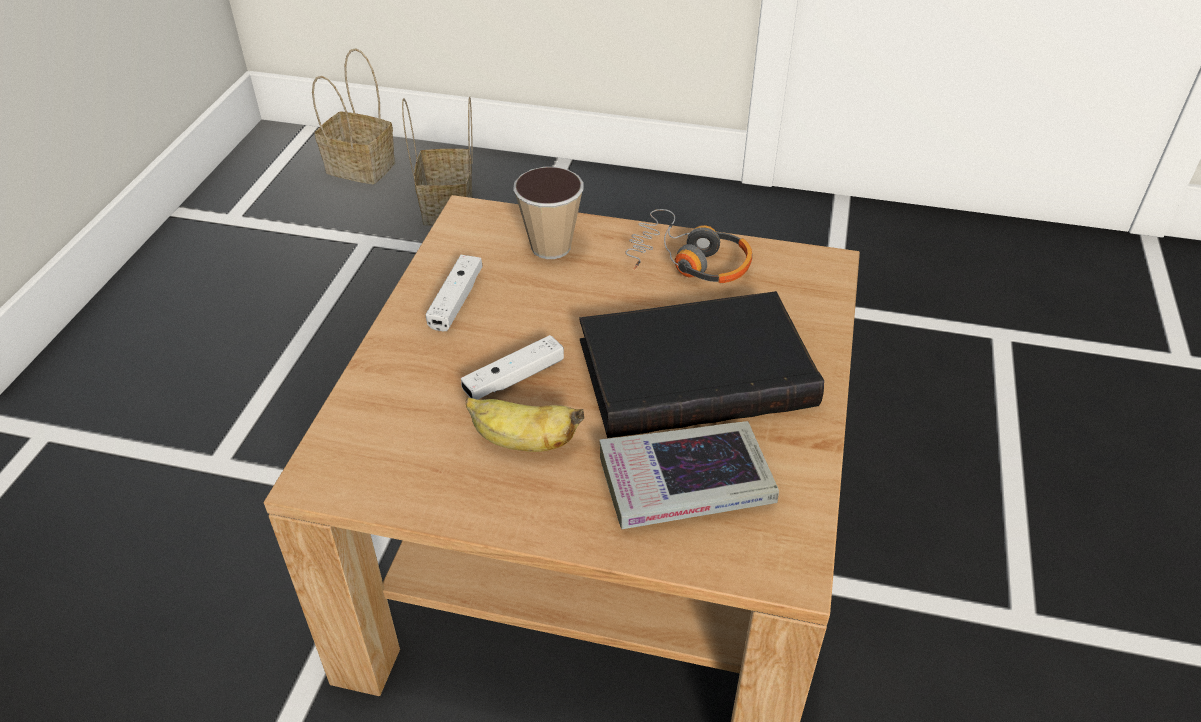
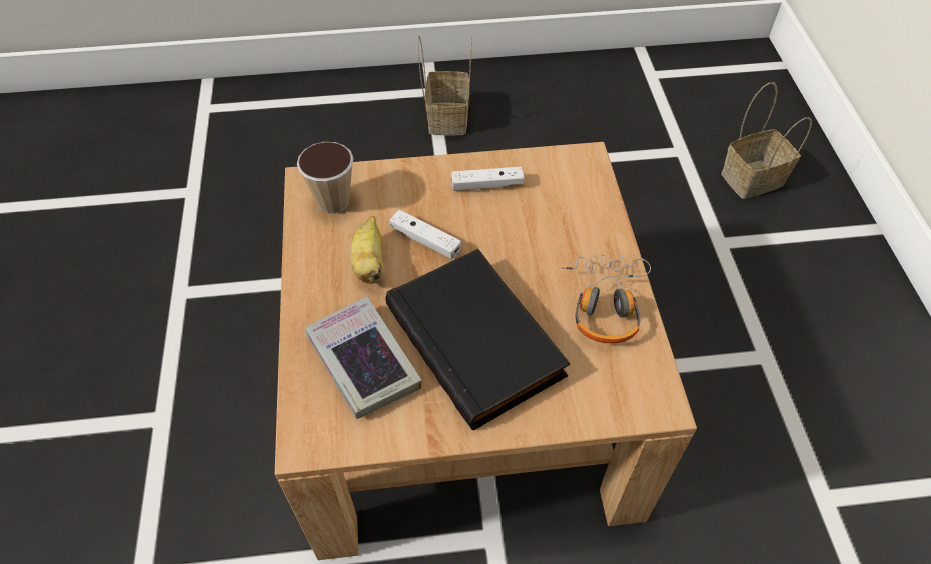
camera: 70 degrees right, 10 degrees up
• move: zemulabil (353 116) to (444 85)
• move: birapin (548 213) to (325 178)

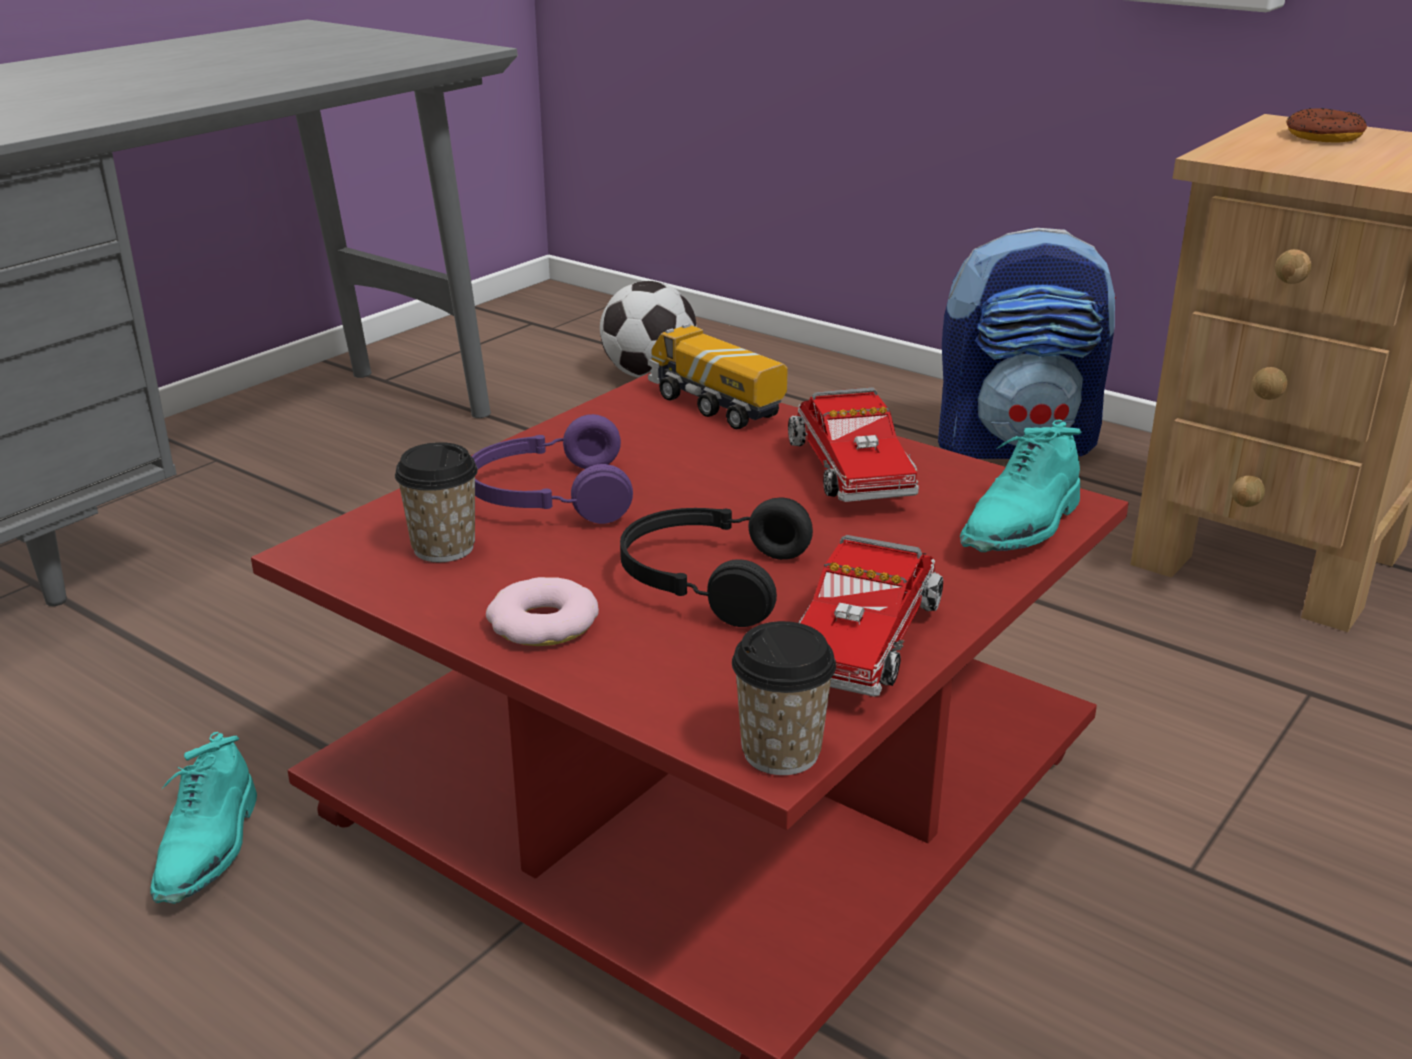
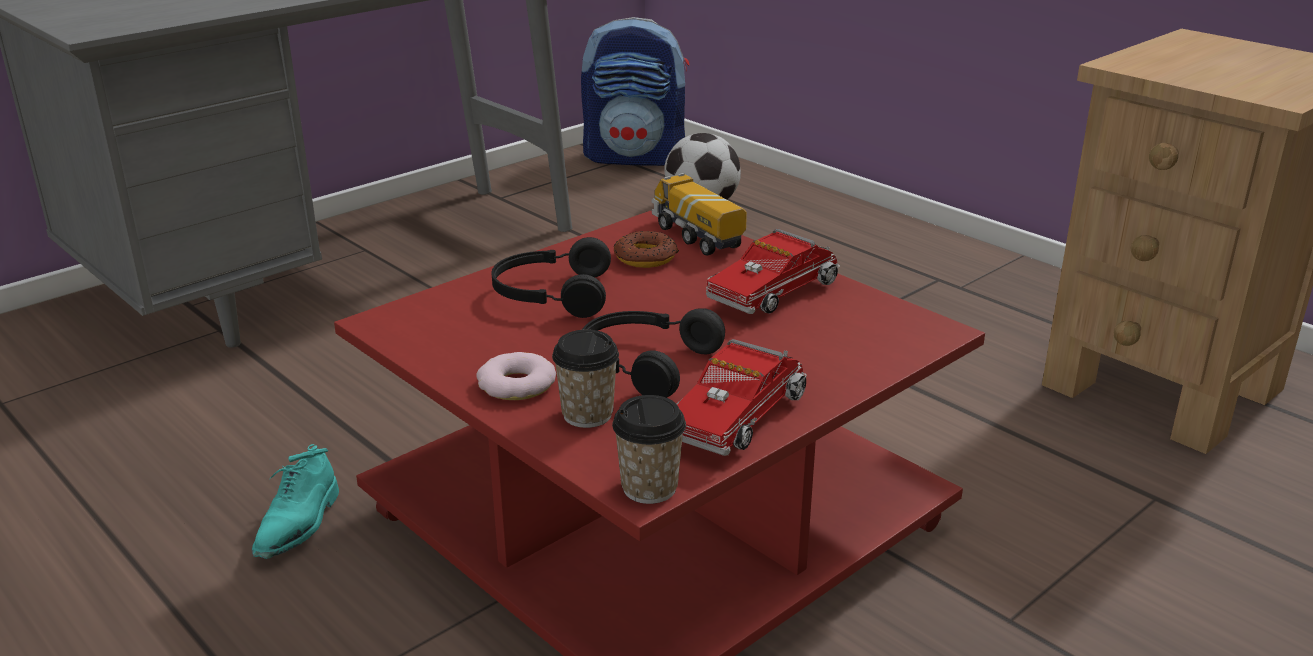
camera: 10 degrees right, 0 degrees up
• delete: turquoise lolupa (1020 485)
• move: birapin (436 502) to (585 378)
• move: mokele (1027 343) to (635 91)
• move: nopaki (1326 125) to (646 249)
• recolor: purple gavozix (552 469) to black gavozix (551 277)
• rotate: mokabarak (853 444) = (773 271) 45 degrees clockwise

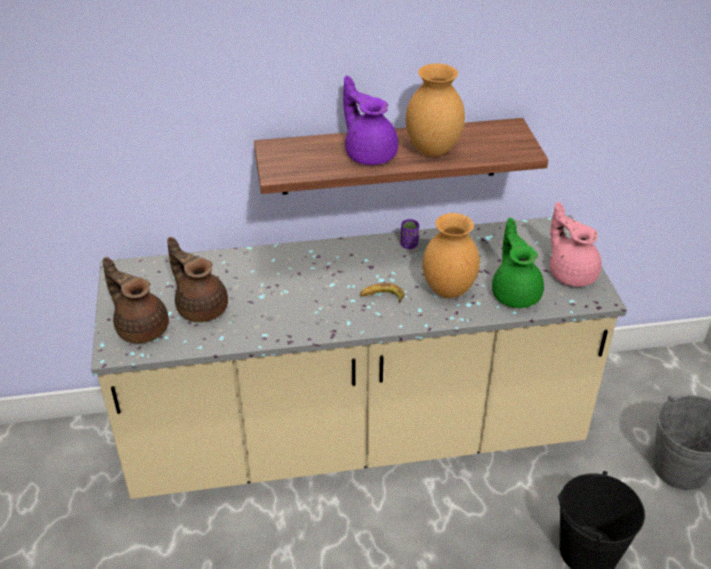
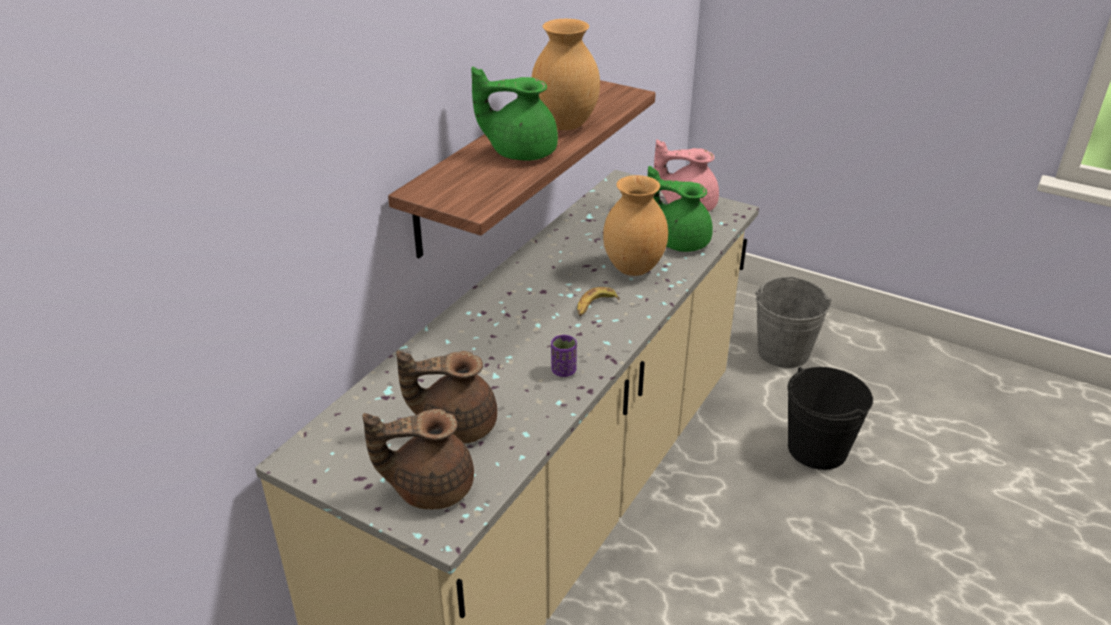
camera: 50 degrees left, 5 degrees down
• move: purple birapin (409 234) to (564 356)
• recolor: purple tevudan (370 120) to green tevudan (514 113)

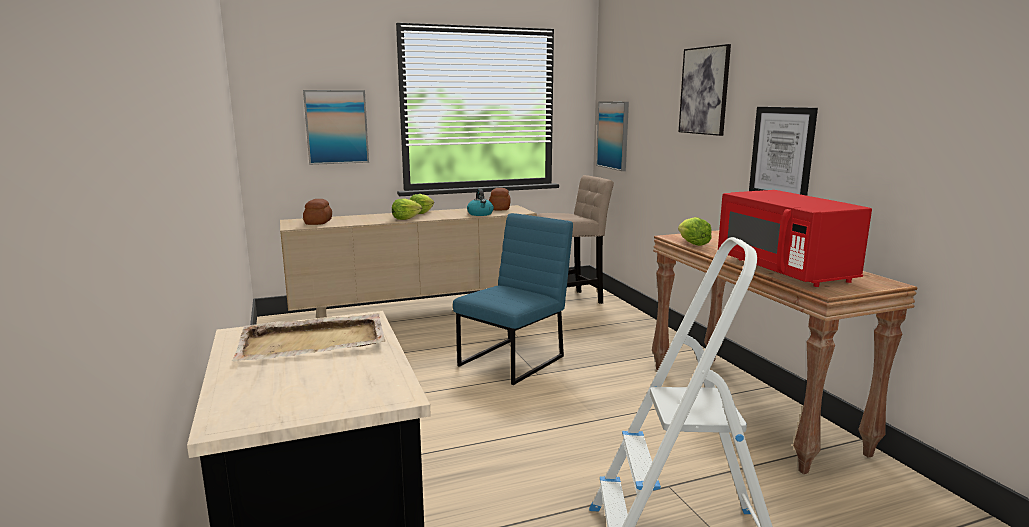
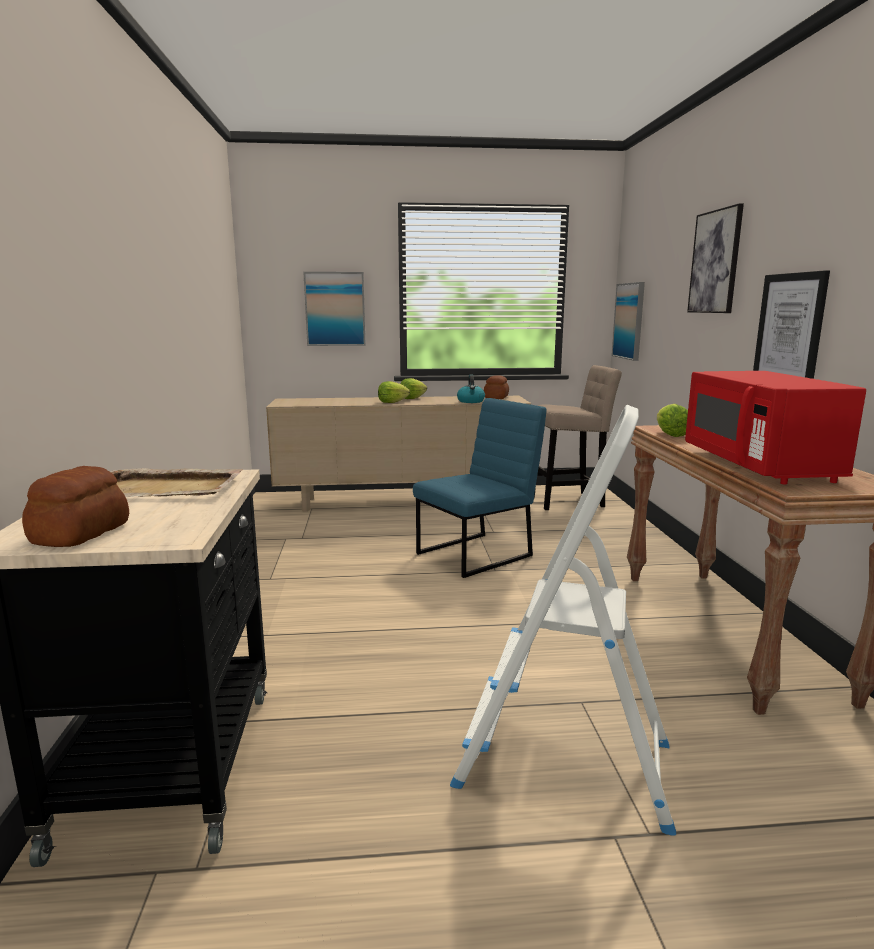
camera: 15 degrees right, 0 degrees up
• move: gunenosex (317 212) to (75 506)

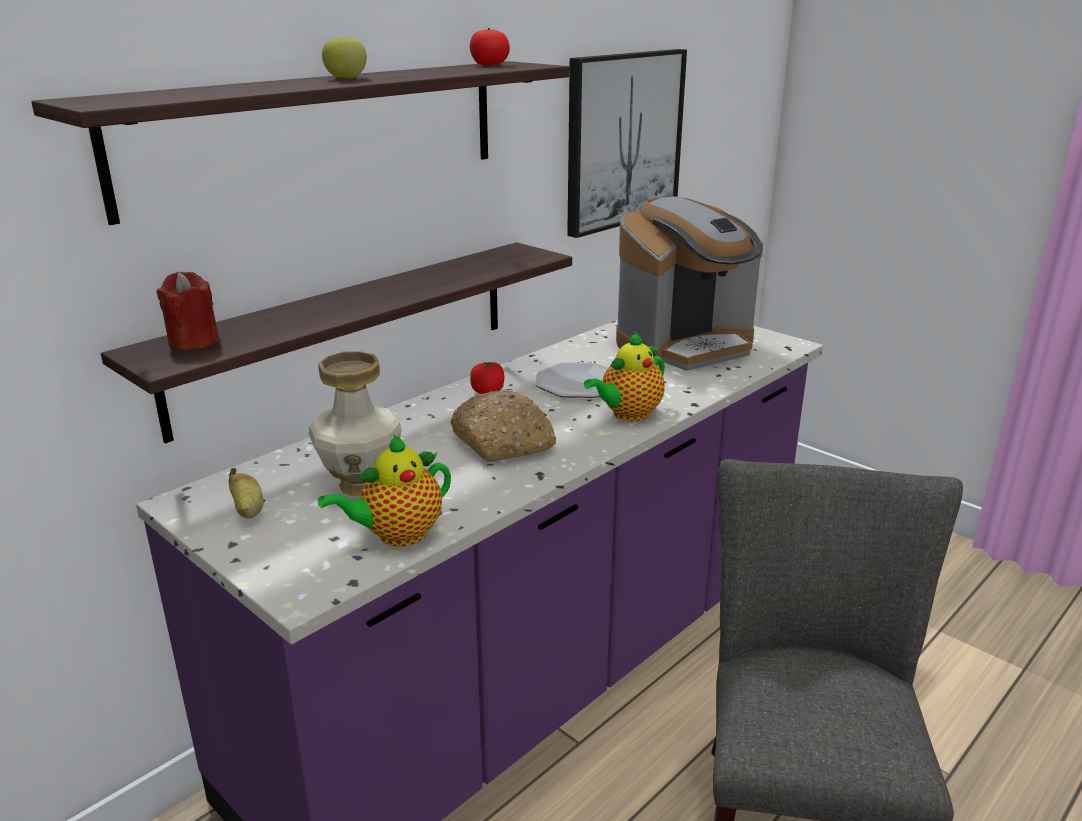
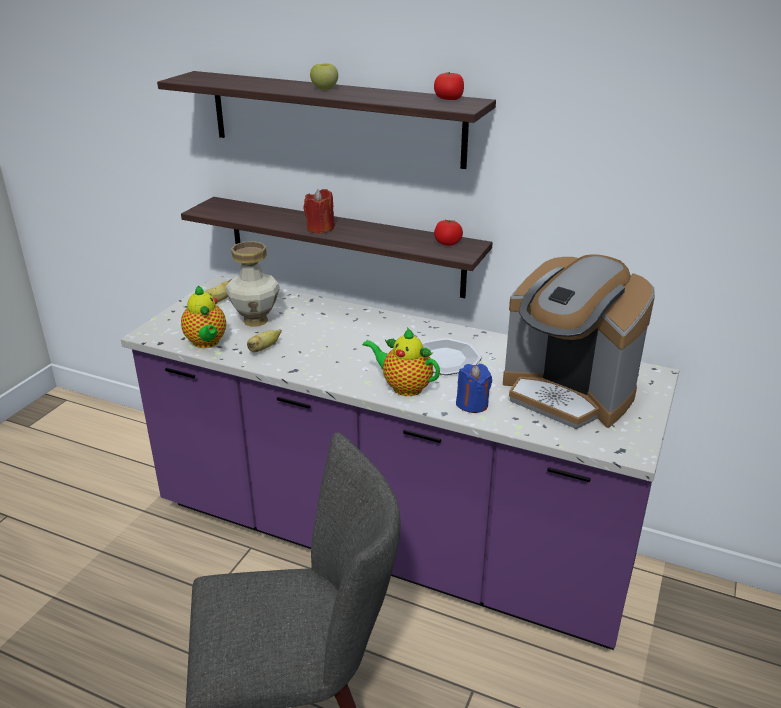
camera: 70 degrees right, 5 degrees up
• delete: gunenosex (503 426)
• delete: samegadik (627 143)
• insert: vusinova (264 341)
• insert: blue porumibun (474 388)
• move: red porumibun (188 311) to (319 211)
• move: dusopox (487 377) to (448 233)
• rotate: tevudan (384 490) = (203 316) 150 degrees counterclockwise

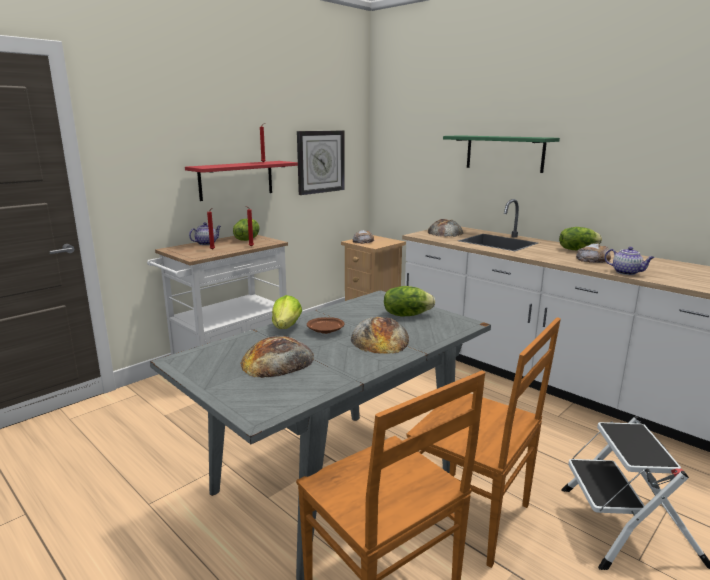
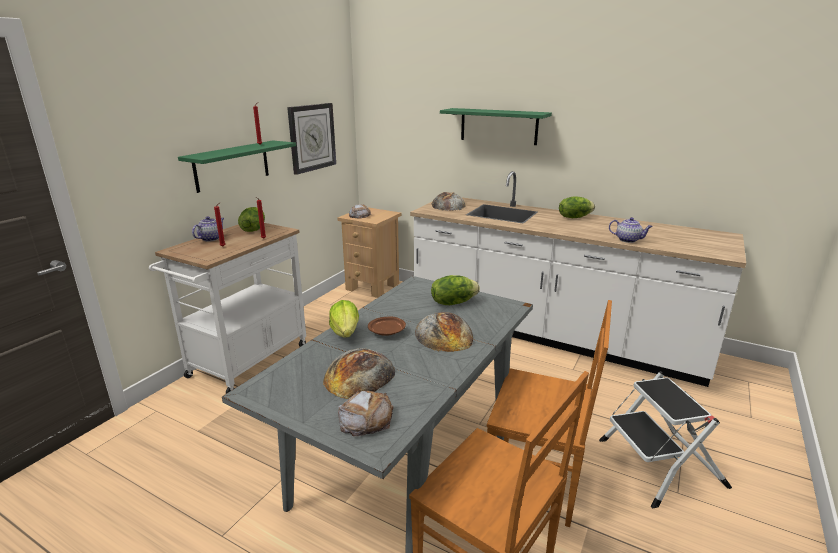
camera: 15 degrees left, 5 degrees up
• move: gunenosex (593 253) to (365 414)
• recolor: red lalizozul (241 181) to green lalizozul (237 167)

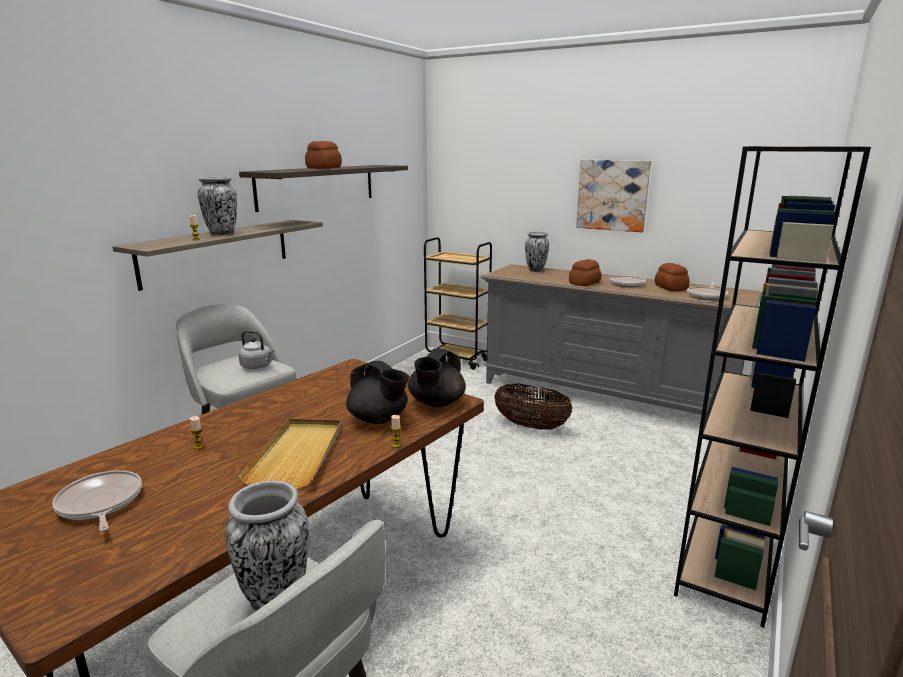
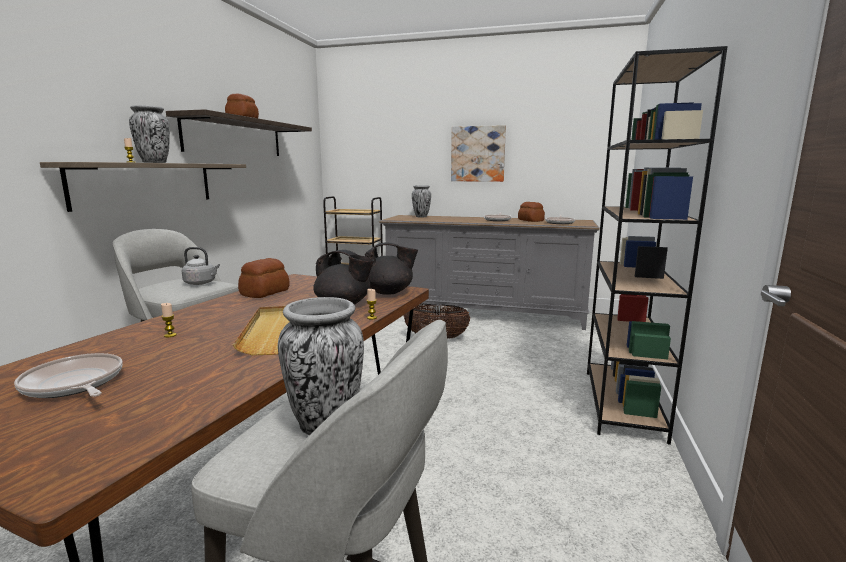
camera: 15 degrees left, 5 degrees down
• move: gunenosex (585 272) to (263 278)
• rotate: black tevudan (437 377) = (391 268) 105 degrees counterclockwise

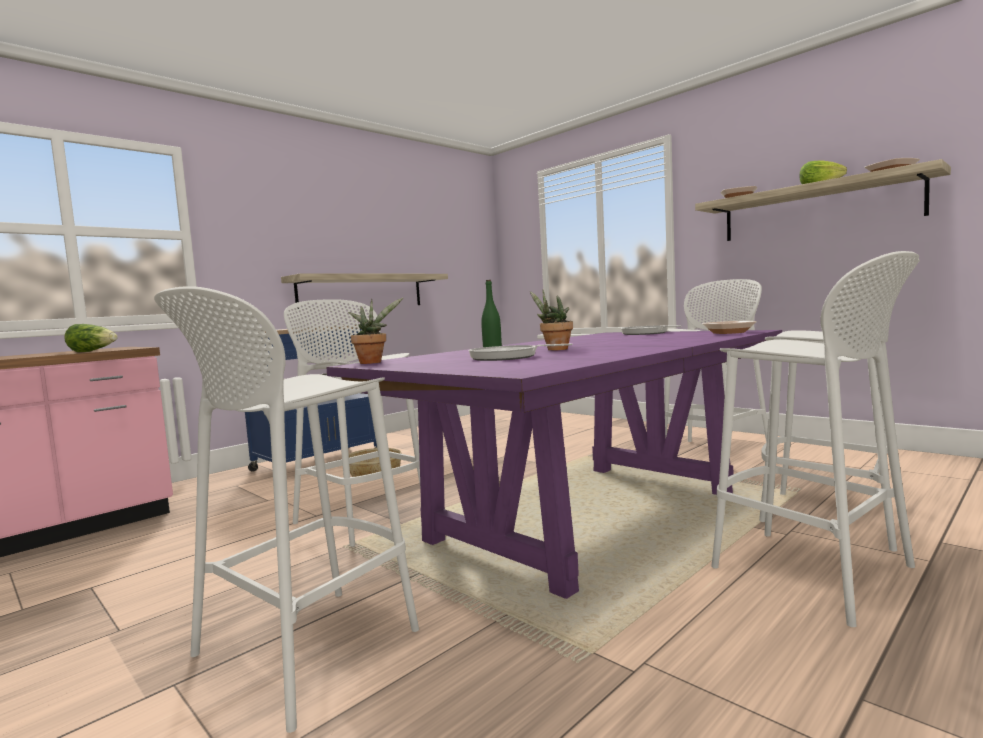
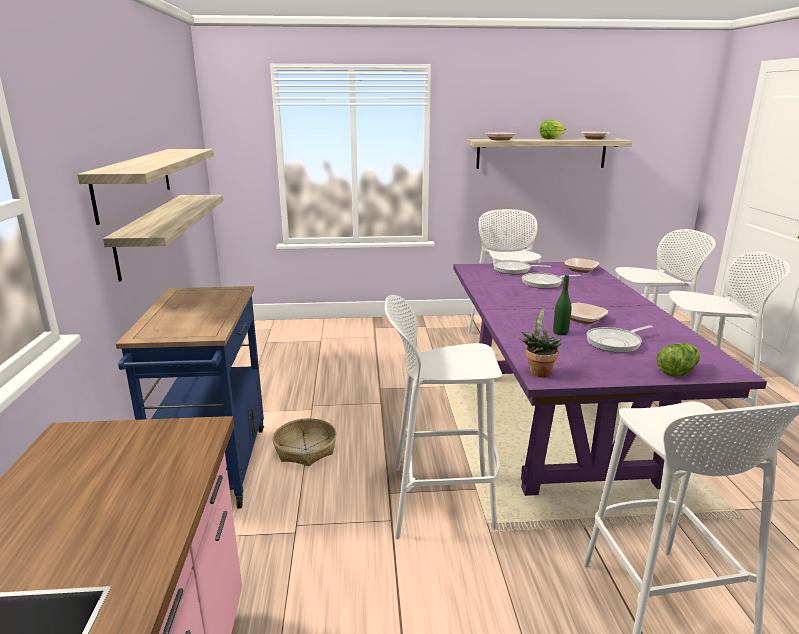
camera: 50 degrees left, 15 degrees up
• insert: lalizozul (145 187)
• insert: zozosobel (551 281)
• move: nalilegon (91 338) to (678 360)
• replace: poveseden (551 320) to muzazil (589 313)

